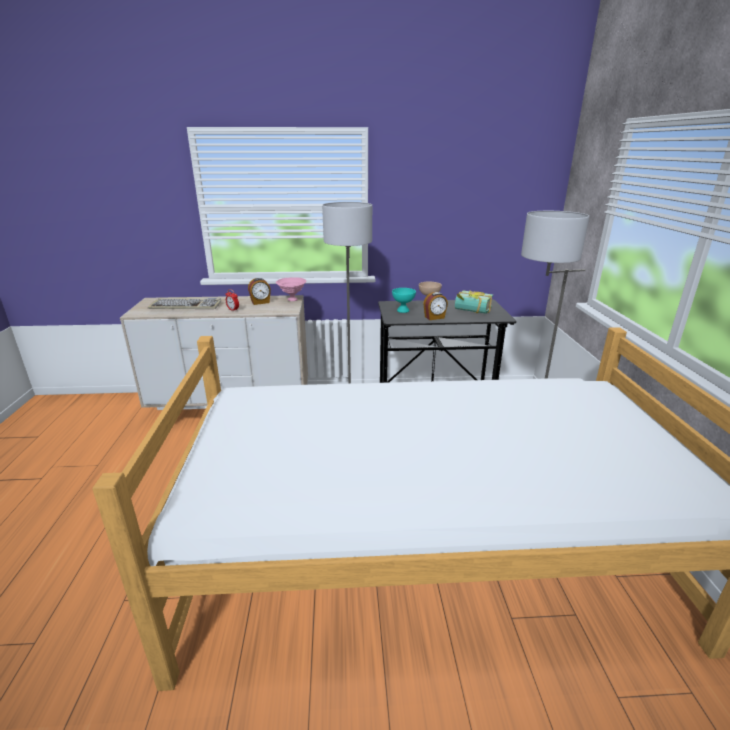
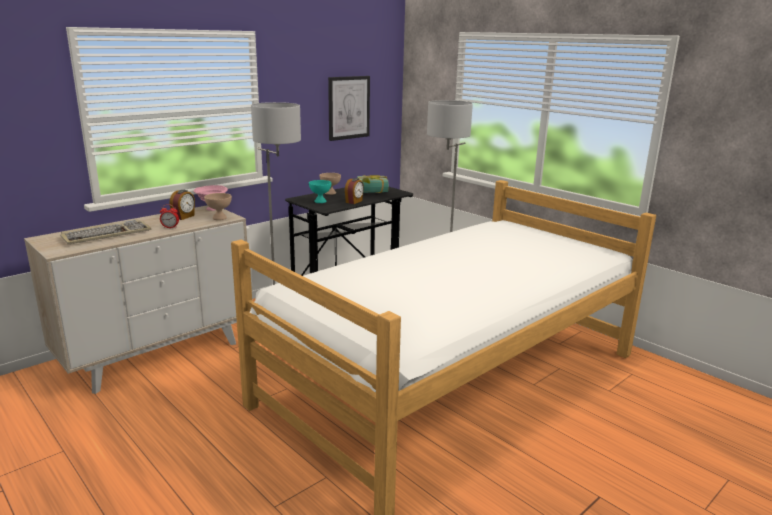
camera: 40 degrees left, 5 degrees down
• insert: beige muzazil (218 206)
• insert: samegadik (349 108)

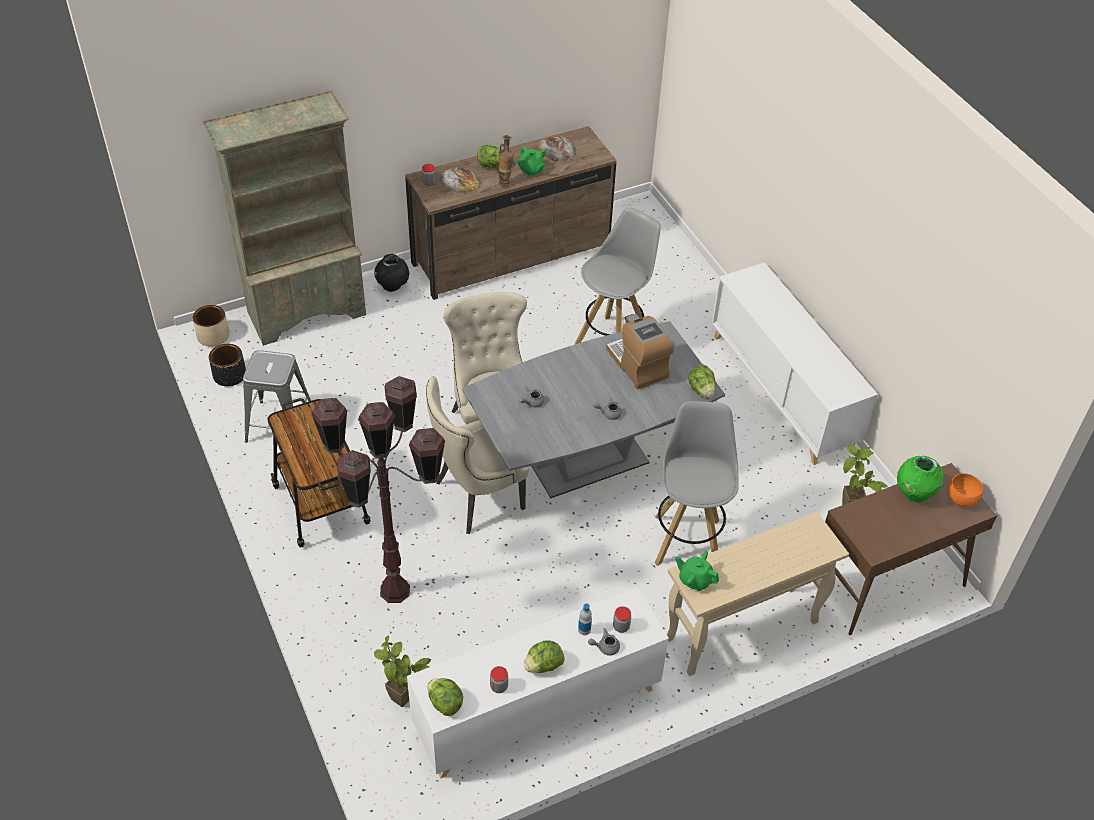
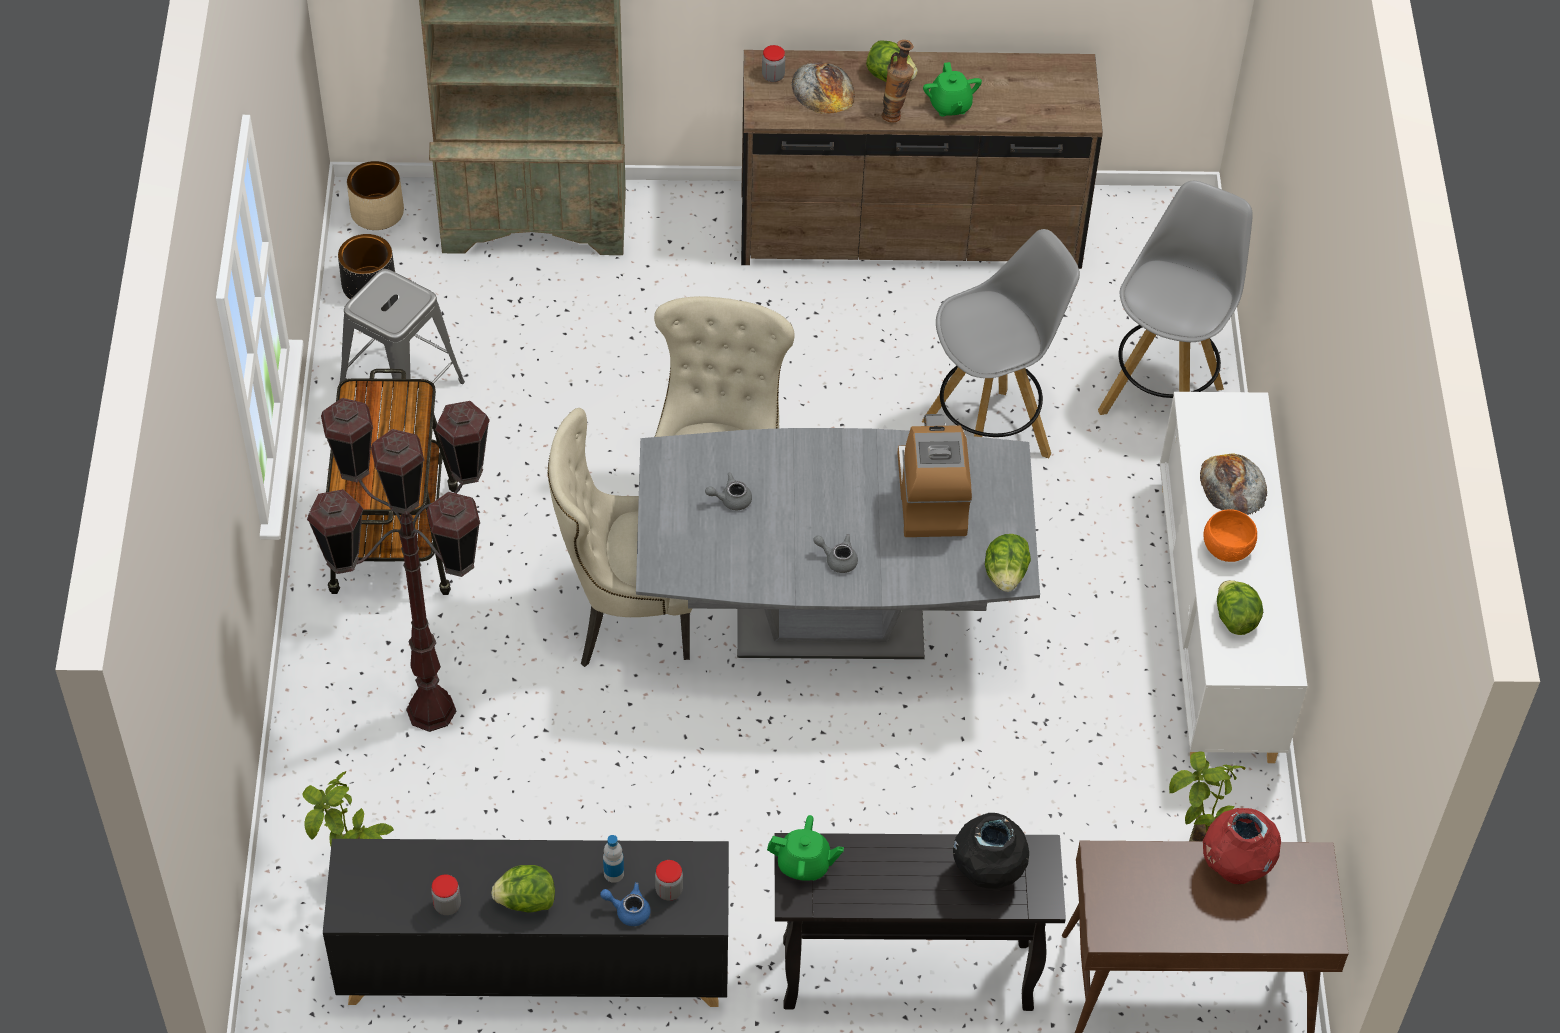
camera: 25 degrees right, 5 degrees up
• move: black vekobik (391 273) to (991 851)
• move: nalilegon (445 697) to (1240 607)
• move: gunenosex (557 148) to (1233 484)
• move: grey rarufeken (696 483) to (1175 298)
• move: orange muzazil (965 490) to (1230 535)
• recolor: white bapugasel (538 683) to black bapugasel (526 923)
• recolor: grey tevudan (604 642) to blue tevudan (625 904)
• recolor: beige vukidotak (758 594) to black vukidotak (920 922)
• recolor: green vekobik (920 479) to red vekobik (1242 846)
• rotate: green tevudan (697 571) = (805 848) 135 degrees clockwise

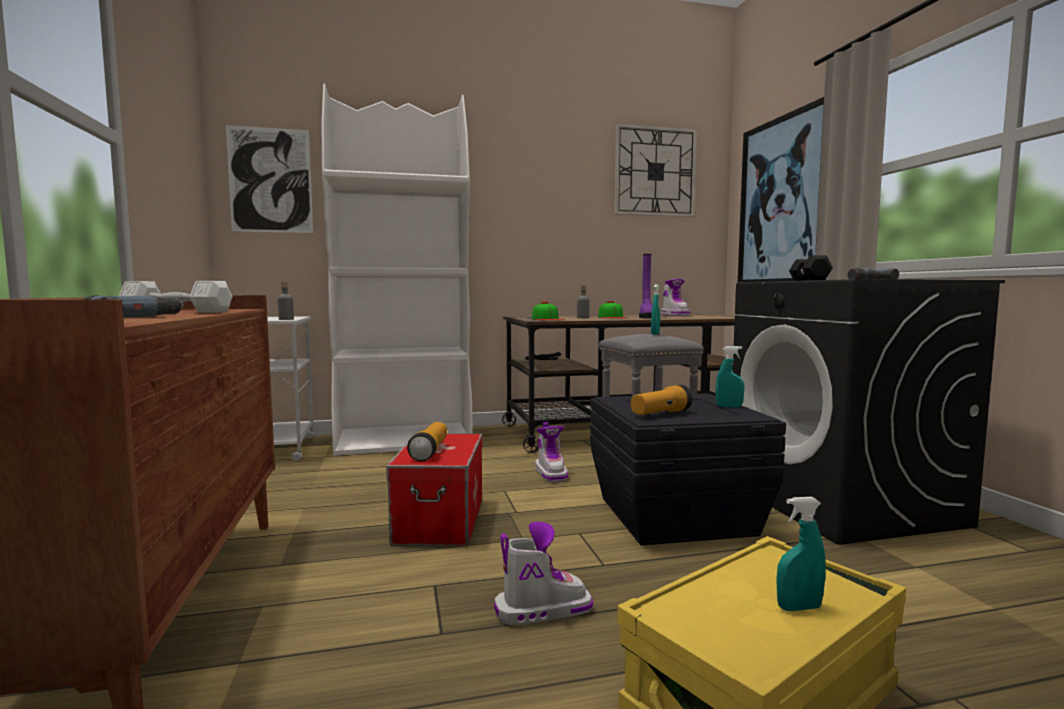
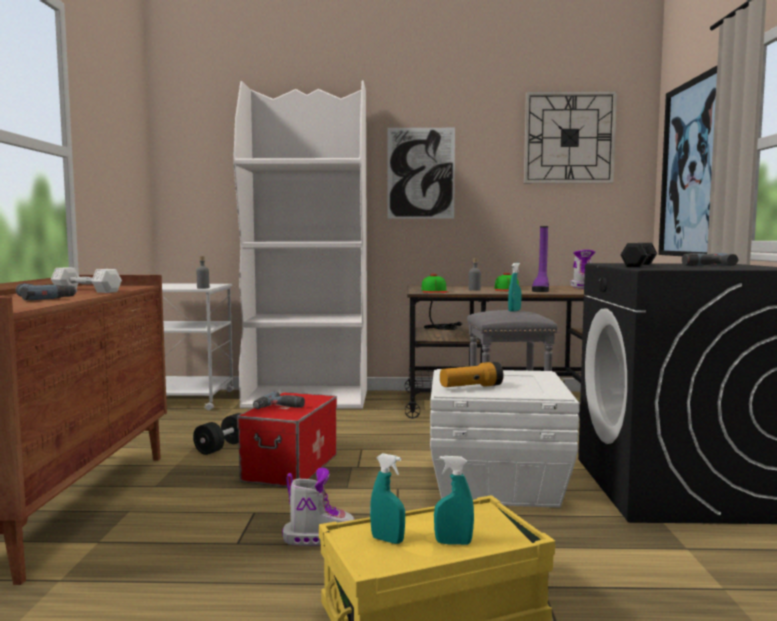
camera: 15 degrees right, 0 degrees up
• delete: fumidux (551 452)
• insert: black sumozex (216 434)
• move: samegadik (269 179) to (421 173)
• move: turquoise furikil (730 377) to (387 498)
• replace: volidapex (427 441) to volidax (279 400)
• recolor: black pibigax (688 469) to white pibigax (505 438)

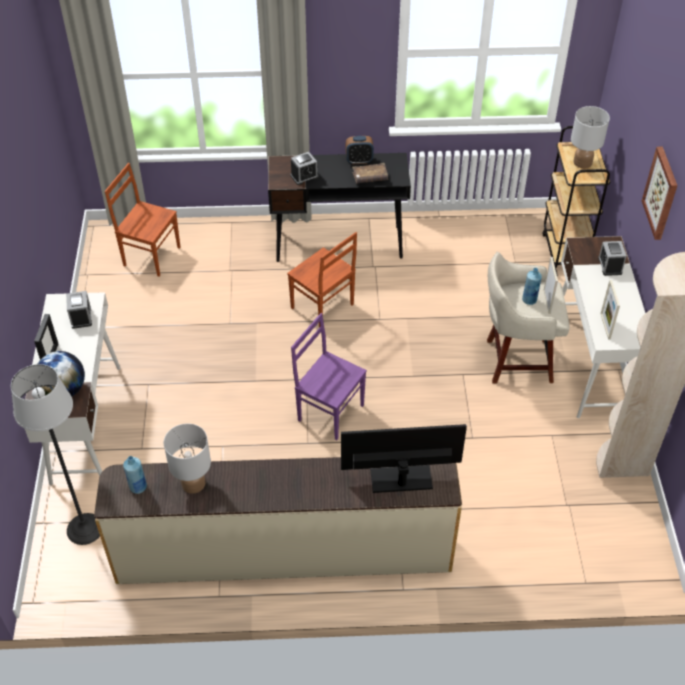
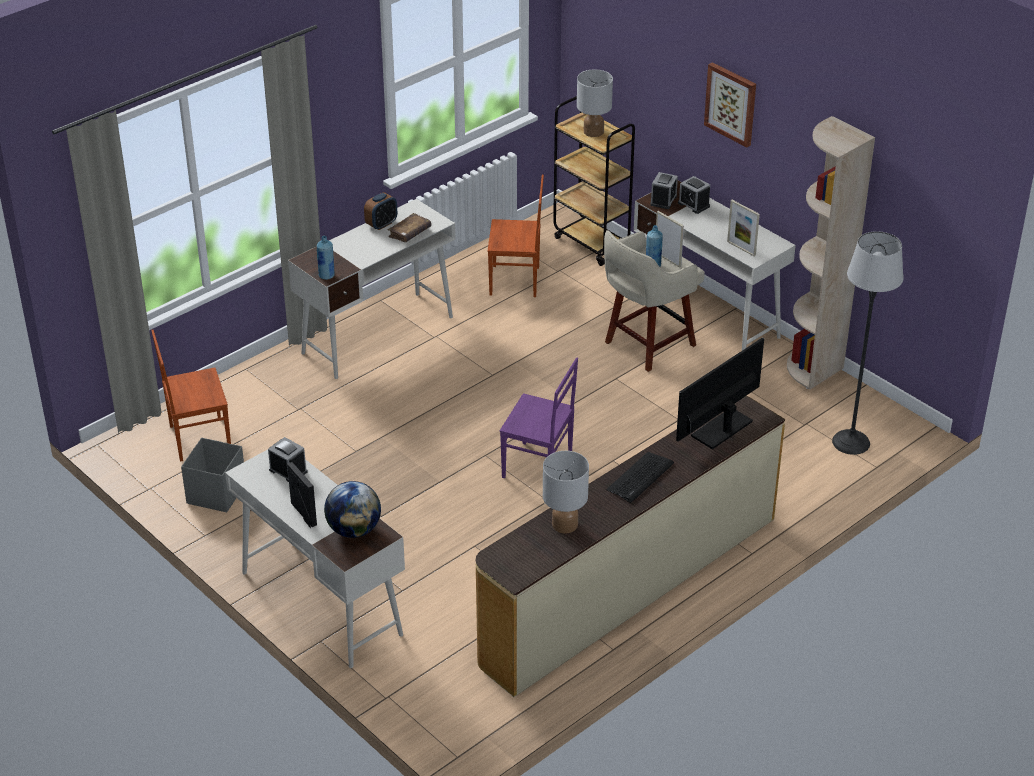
camera: 40 degrees left, 10 degrees down
• insert: grey pibigax (212 475)
• insert: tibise (640 477)
• move: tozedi (55 454) to (867 343)
• move: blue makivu (135 475) to (326 258)
• move: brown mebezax (322 280) to (516 236)
• move: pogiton (304 168) to (664 190)
• recolor: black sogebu (339 207) to white sogebu (372 289)
• rotate: purple mebezax (329 376) = (539 418) 150 degrees counterclockwise

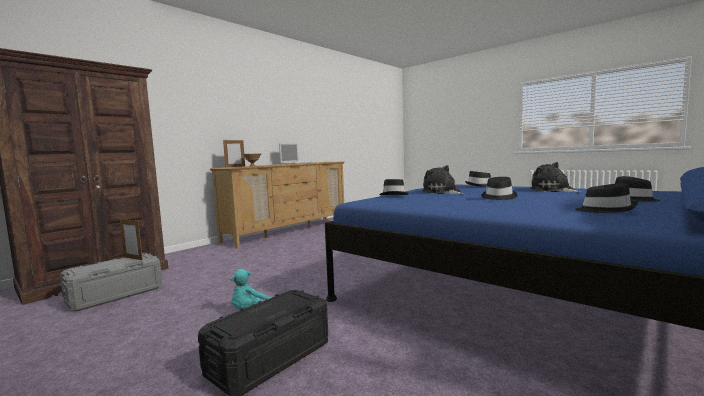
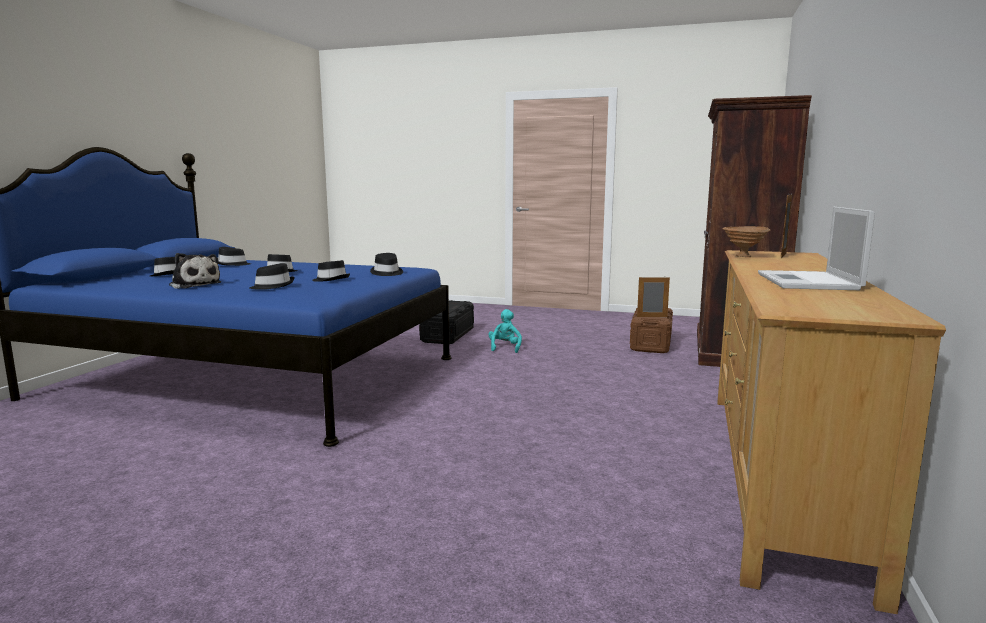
camera: 155 degrees right, 5 degrees up
• replace: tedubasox (443 179) to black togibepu (331 271)
• recolor: grey pibigax (111 282) to brown pibigax (651 330)

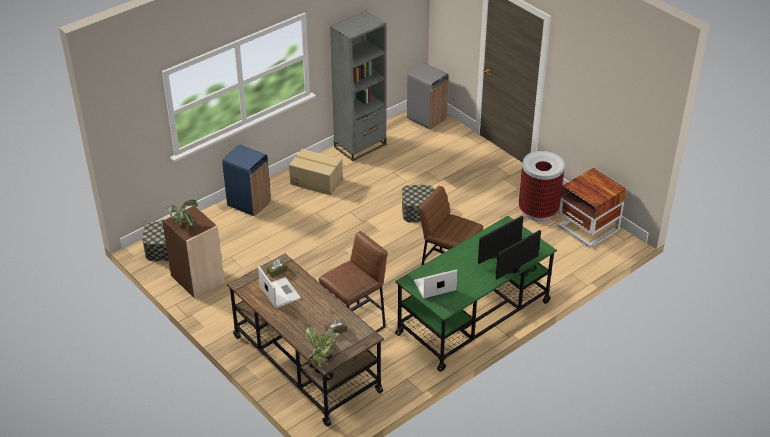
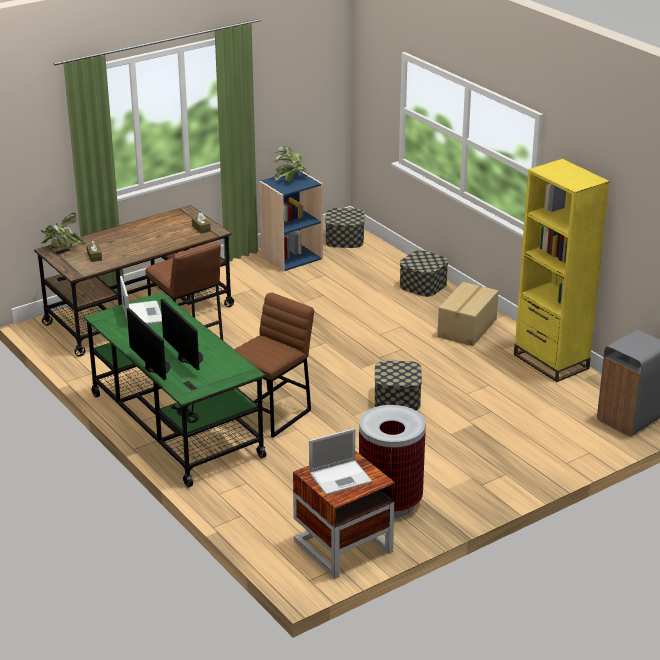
camera: 95 degrees right, 10 degrees down
• move: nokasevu (279 287) to (340 461)
• replace: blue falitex (246 180) to pibigax (424 273)
• recolor: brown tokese (193 252) to blue tokese (291 221)
• recolor: grey tokese (358 86) to yellow tokese (561 270)

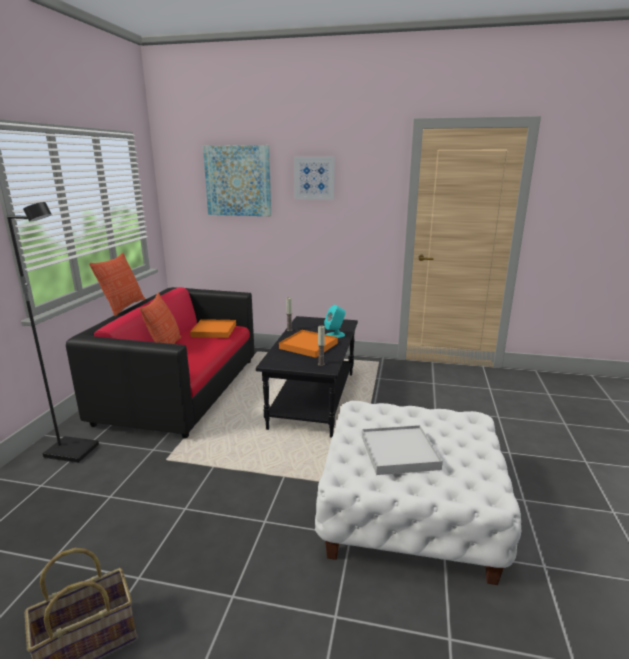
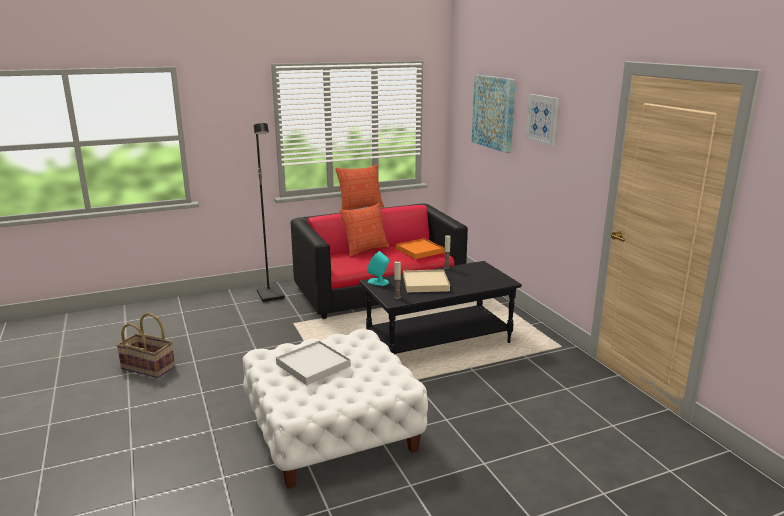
camera: 55 degrees right, 0 degrees up
• move: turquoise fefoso (335 321) to (378 268)
• recolor: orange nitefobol (308 344) to beige nitefobol (426 280)

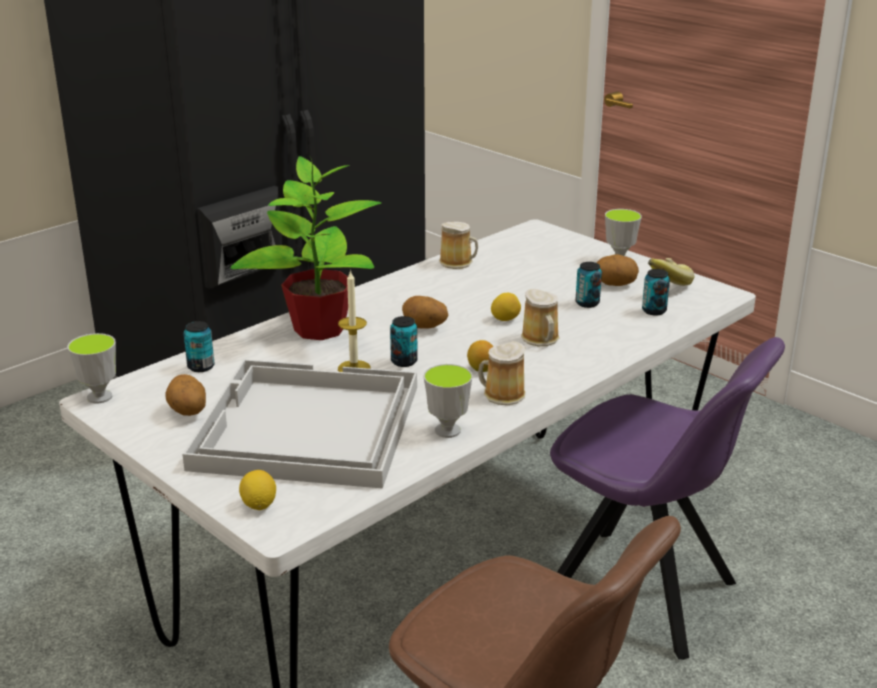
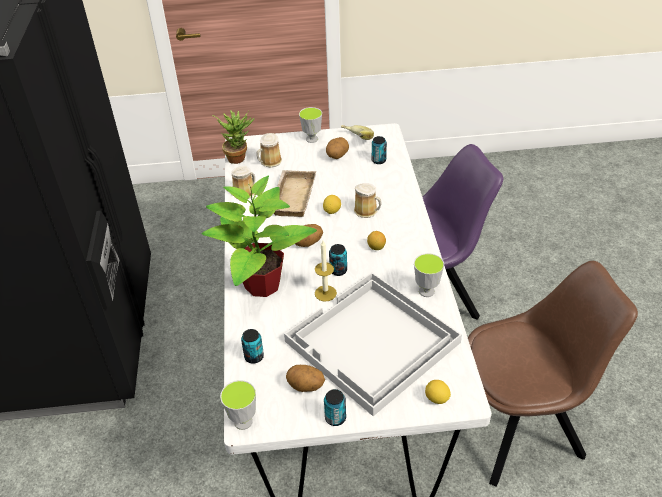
camera: 50 degrees left, 15 degrees up
• insert: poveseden (233 137)
• insert: beige nitefobol (295 193)
• move: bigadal (502 373) to (269 150)
• move: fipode (589 285) to (335 407)

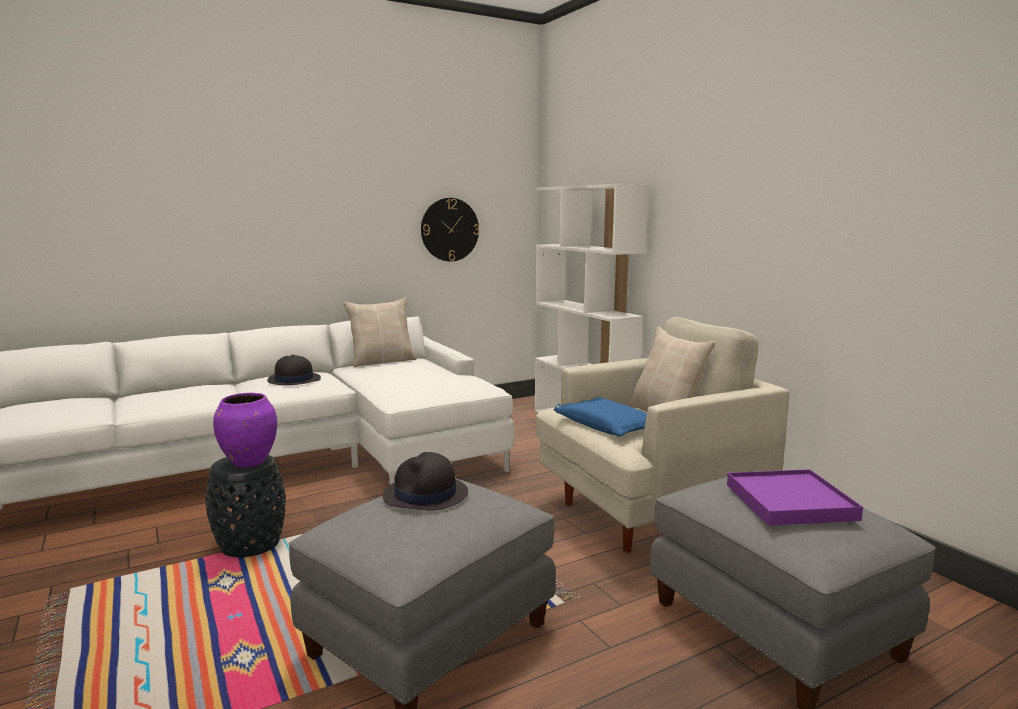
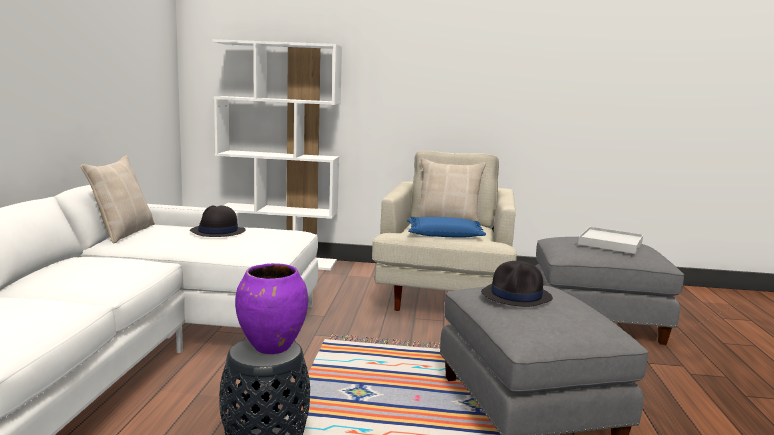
camera: 55 degrees left, 0 degrees up
• delete: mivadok (450 229)
• move: black togibepu (294 370) to (217 221)
• recolor: purple nitefobol (795 497) to white nitefobol (610 240)

